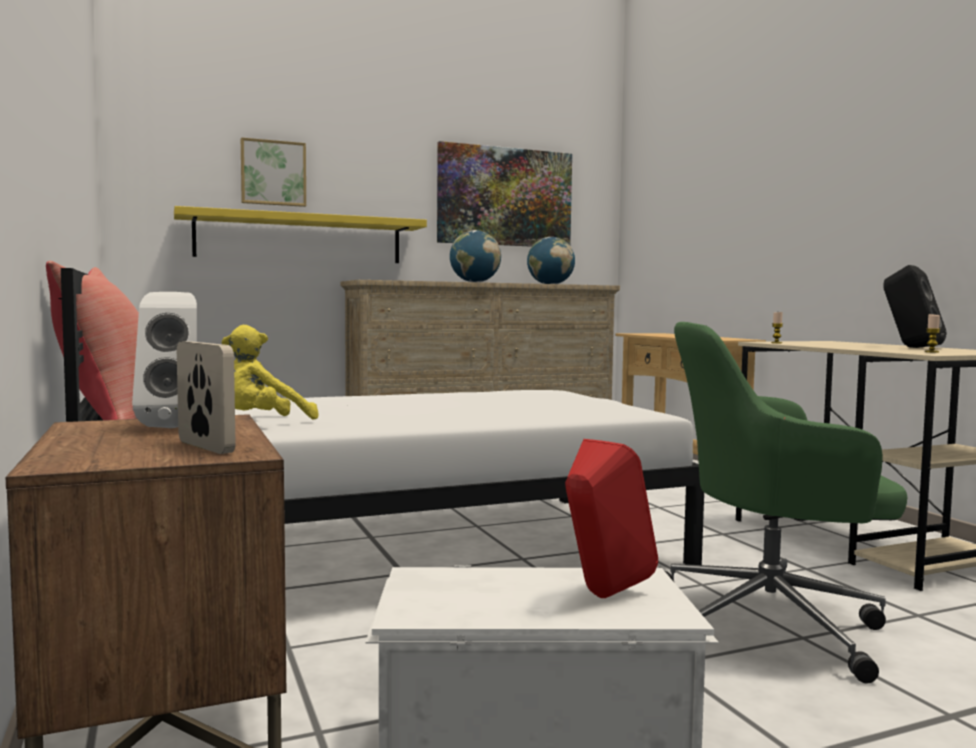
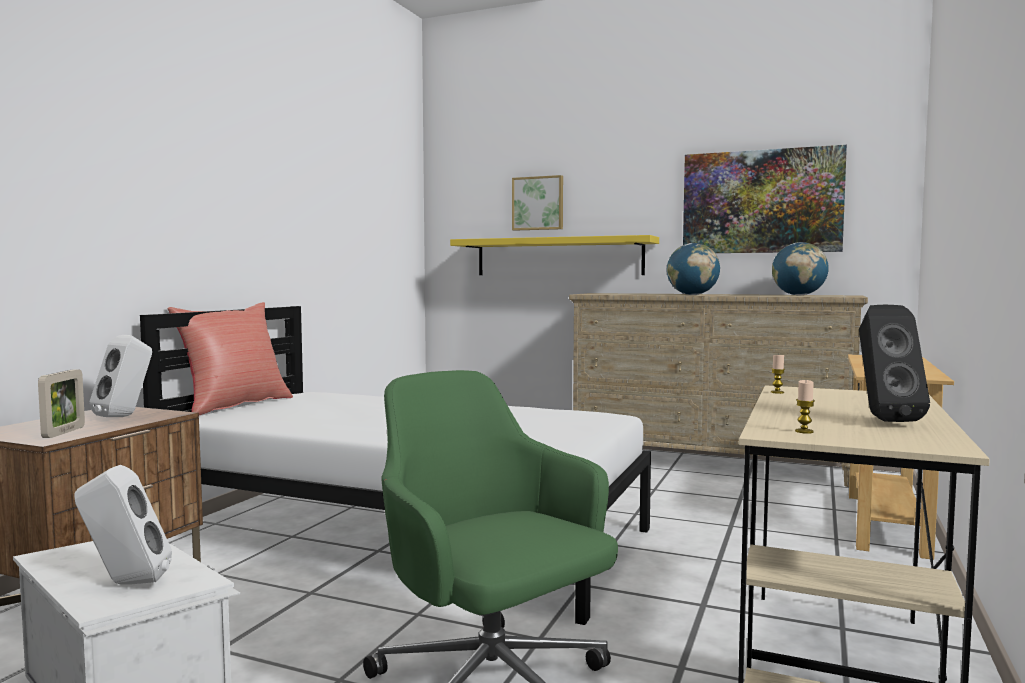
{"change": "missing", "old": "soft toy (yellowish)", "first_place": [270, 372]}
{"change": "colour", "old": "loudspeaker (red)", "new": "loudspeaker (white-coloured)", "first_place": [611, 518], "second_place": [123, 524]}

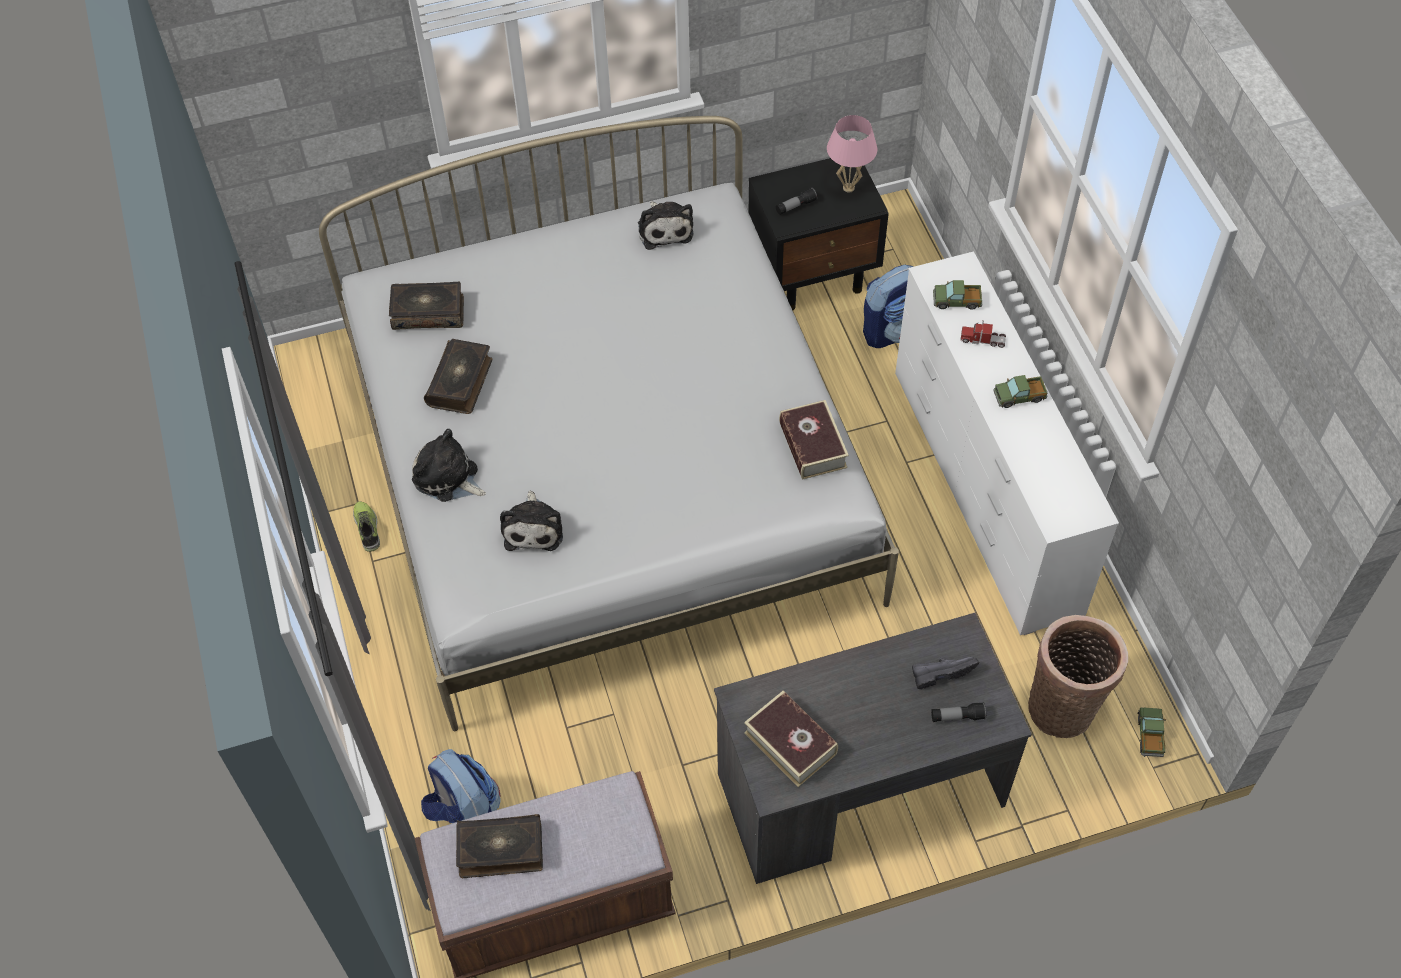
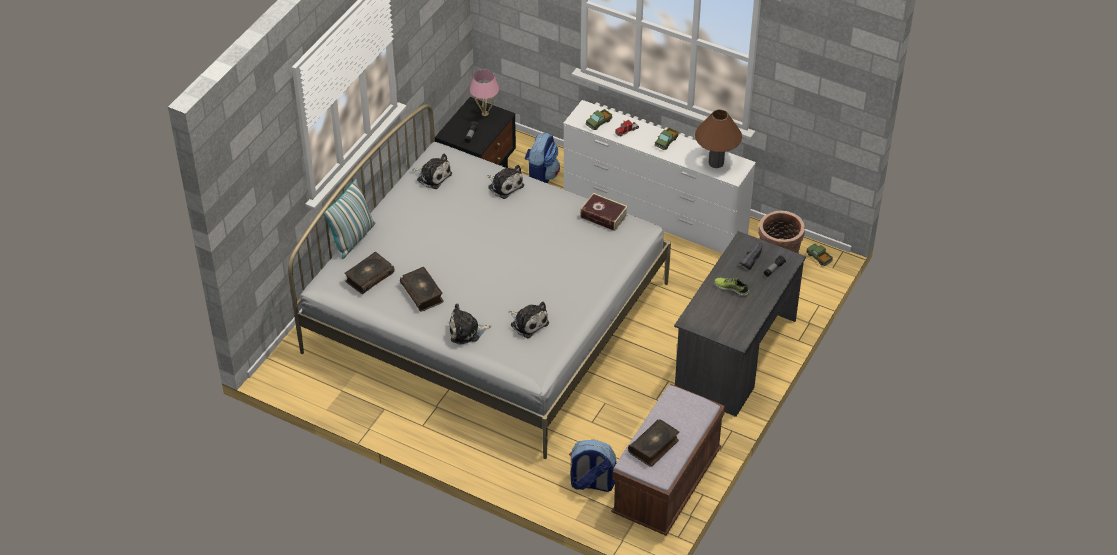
{"change": "relocated", "old": "shoe", "first_place": [366, 526], "second_place": [732, 287]}
{"change": "missing", "old": "bound book", "first_place": [791, 739]}
{"change": "appeared", "new": "table lamp (brown)", "second_place": [718, 139]}
{"change": "appeared", "new": "soft toy", "second_place": [505, 182]}
{"change": "appeared", "new": "throw pillow", "second_place": [349, 219]}

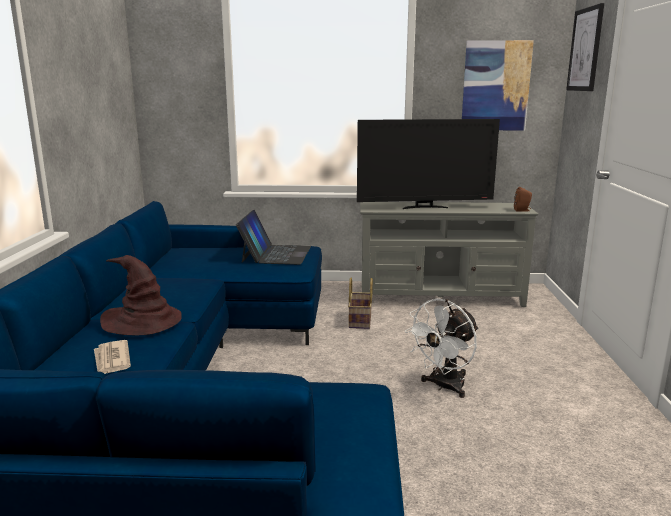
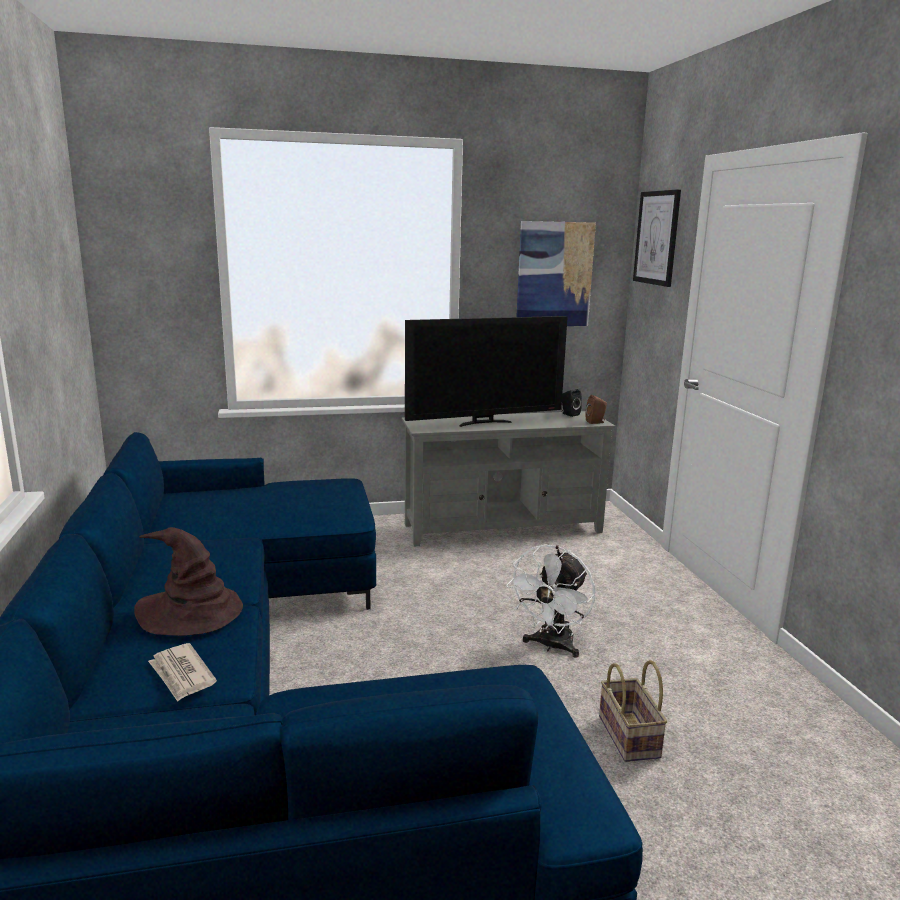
{"change": "missing", "old": "portable computer", "first_place": [273, 237]}
{"change": "relocated", "old": "household basket", "first_place": [360, 303], "second_place": [633, 711]}
{"change": "appeared", "new": "loudspeaker (black)", "second_place": [572, 403]}

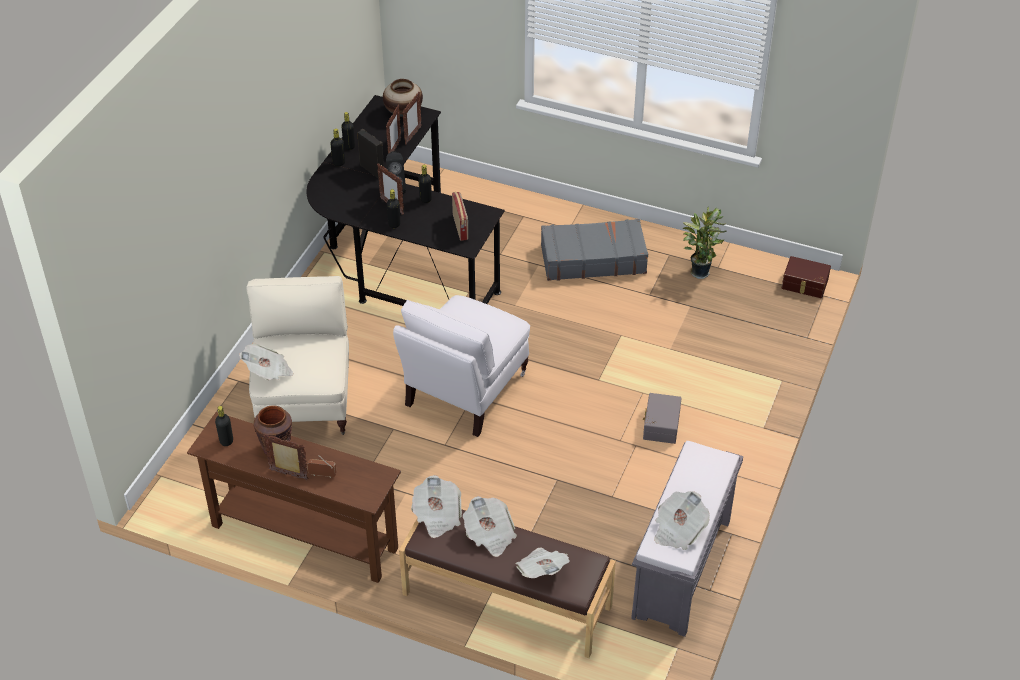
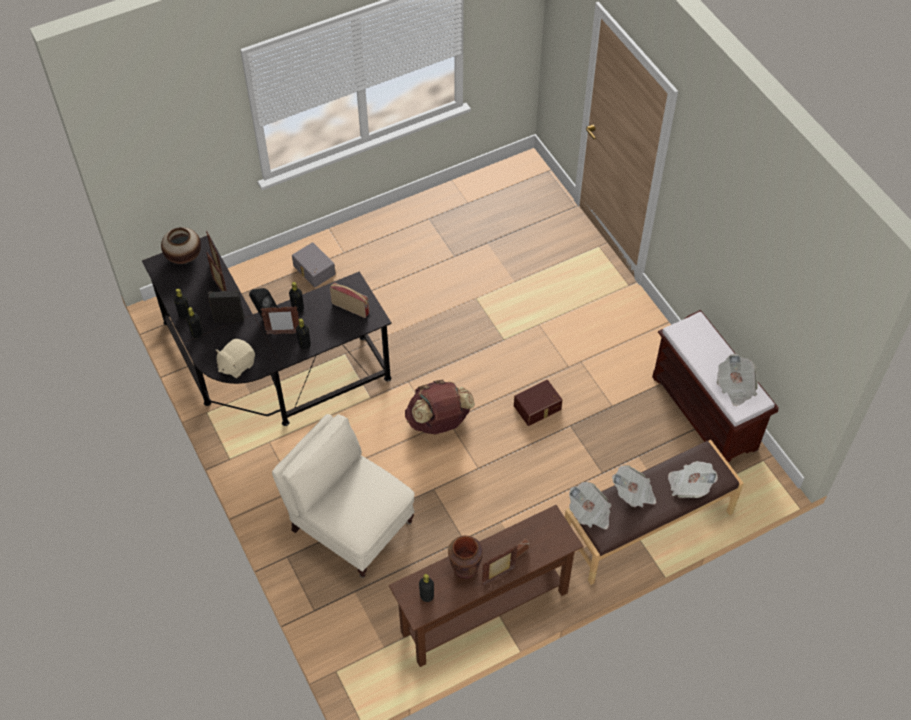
{"change": "missing", "old": "plant in a pot", "first_place": [704, 243]}
{"change": "missing", "old": "travel case (greyish)", "first_place": [594, 250]}
{"change": "relocated", "old": "storage box (brown)", "first_place": [806, 277], "second_place": [538, 403]}
{"change": "exchanged", "old": "lounge chair (white-coloured)", "new": "rucksack (brown)", "first_place": [461, 366], "second_place": [440, 407]}
{"change": "missing", "old": "daily paper", "first_place": [266, 362]}
{"change": "relocated", "old": "storage box (greyish)", "first_place": [662, 418], "second_place": [314, 264]}
{"change": "colour", "old": "indoor bench (greyish)", "new": "indoor bench (brown)", "first_place": [687, 539], "second_place": [715, 386]}
{"change": "appeared", "new": "soft toy (beige)", "second_place": [235, 358]}

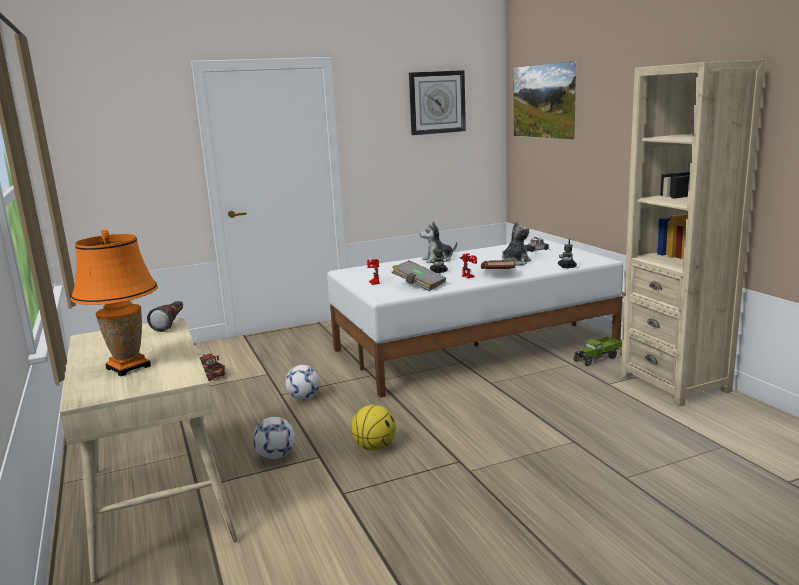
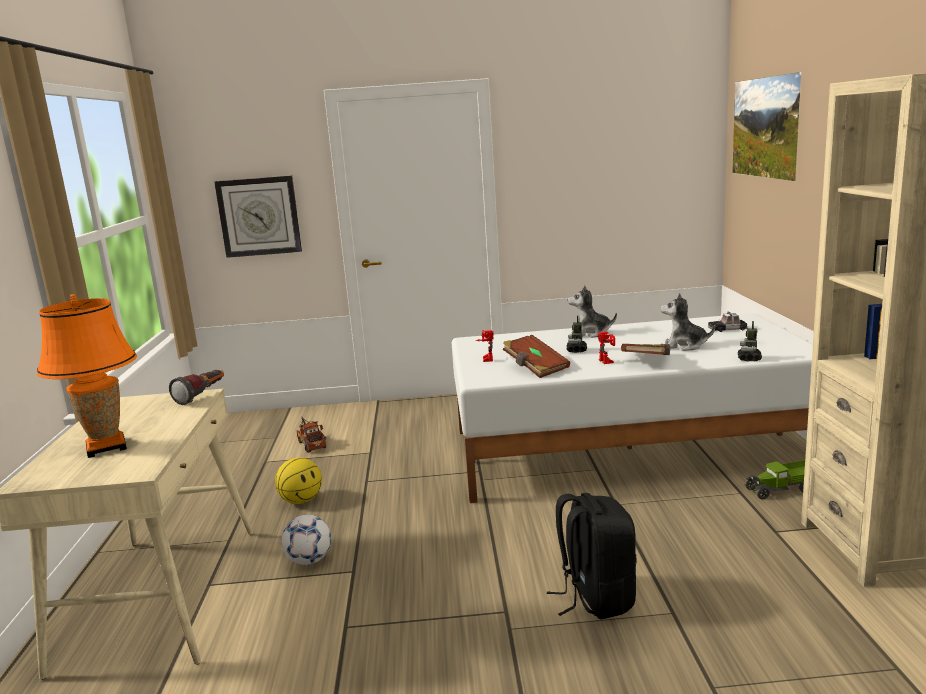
{"change": "relocated", "old": "wall clock", "first_place": [437, 102], "second_place": [258, 217]}
{"change": "spun", "old": "soft toy", "first_place": [516, 243], "second_place": [687, 322], "degrees": -135}
{"change": "colour", "old": "bound book (greyish)", "new": "bound book (brown)", "first_place": [418, 275], "second_place": [536, 356]}
{"change": "missing", "old": "football", "first_place": [302, 382]}
{"change": "relocated", "old": "ball for basketball", "first_place": [373, 428], "second_place": [298, 480]}
{"change": "appeared", "new": "rucksack (black)", "second_place": [591, 556]}

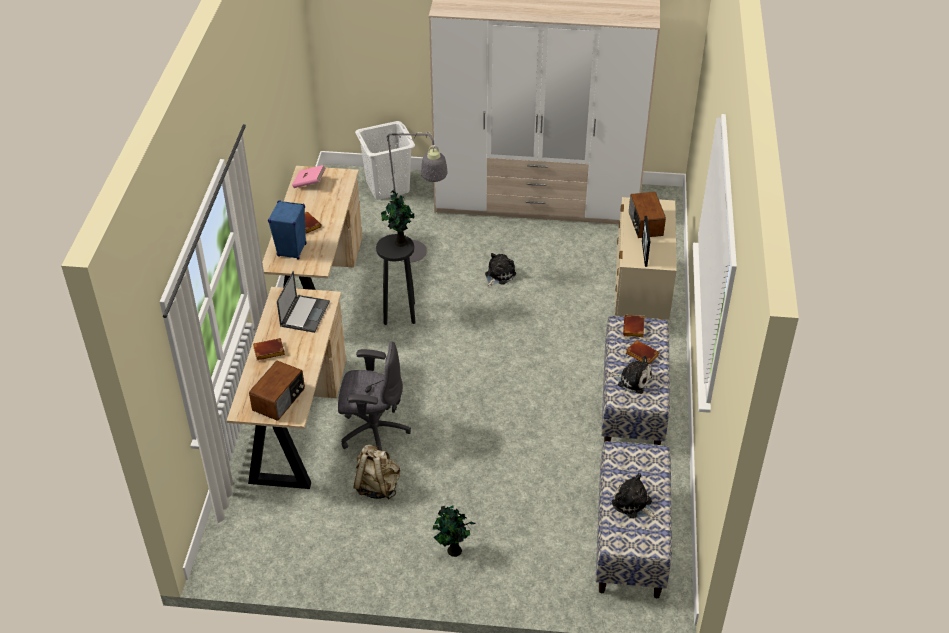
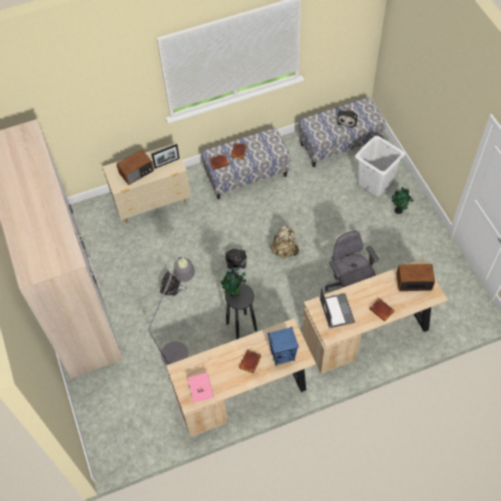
{"change": "relocated", "old": "washing basket (white-coloured)", "first_place": [385, 160], "second_place": [380, 166]}
{"change": "spun", "old": "portable computer", "first_place": [303, 302], "second_place": [337, 308], "degrees": 90}
{"change": "relocated", "old": "soft toy", "first_place": [630, 375], "second_place": [236, 262]}
{"change": "relocated", "old": "rucksack (beige)", "first_place": [376, 472], "second_place": [285, 241]}

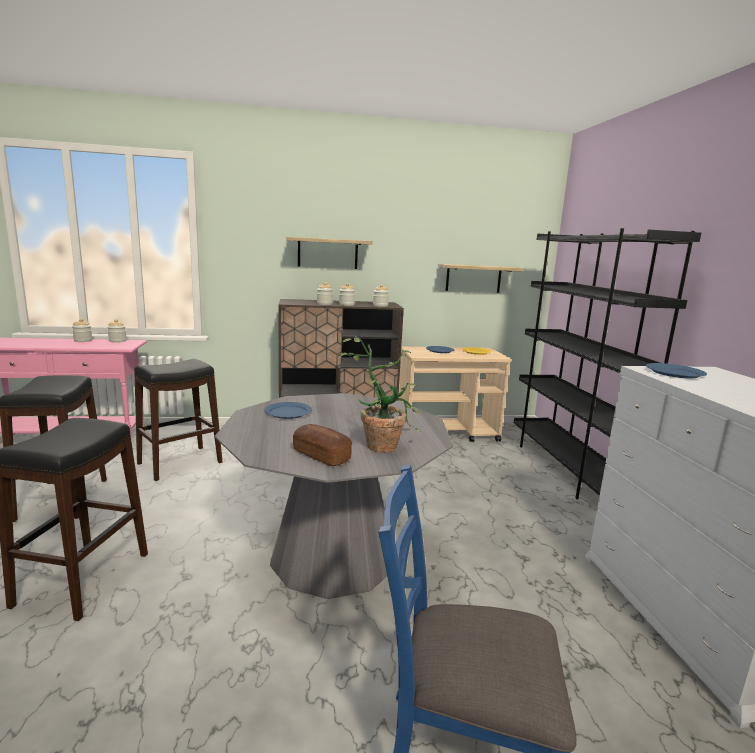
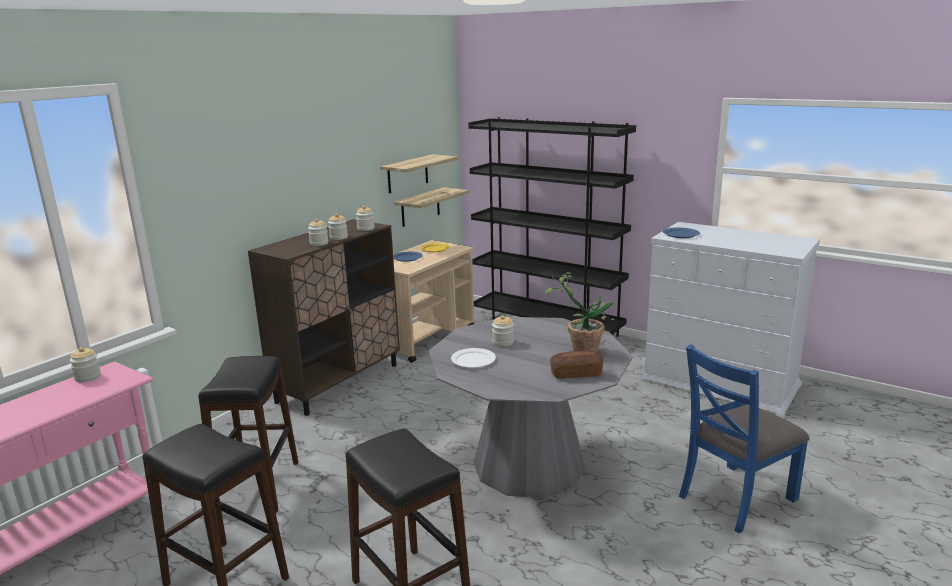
{"change": "relocated", "old": "bracket shelf", "first_place": [329, 253], "second_place": [431, 207]}
{"change": "relocated", "old": "jar", "first_place": [82, 330], "second_place": [503, 331]}
{"change": "colour", "old": "plate (blue)", "new": "plate (white-coloured)", "first_place": [288, 410], "second_place": [473, 358]}

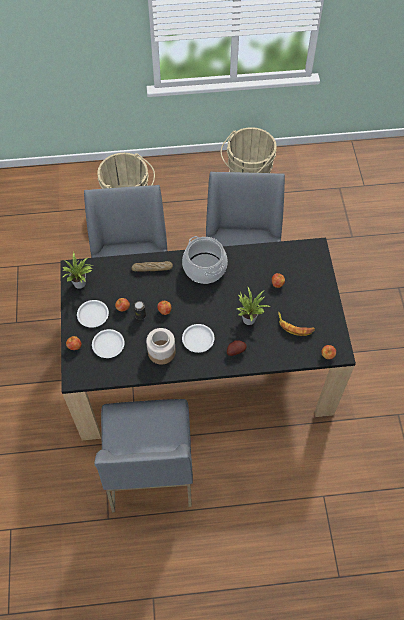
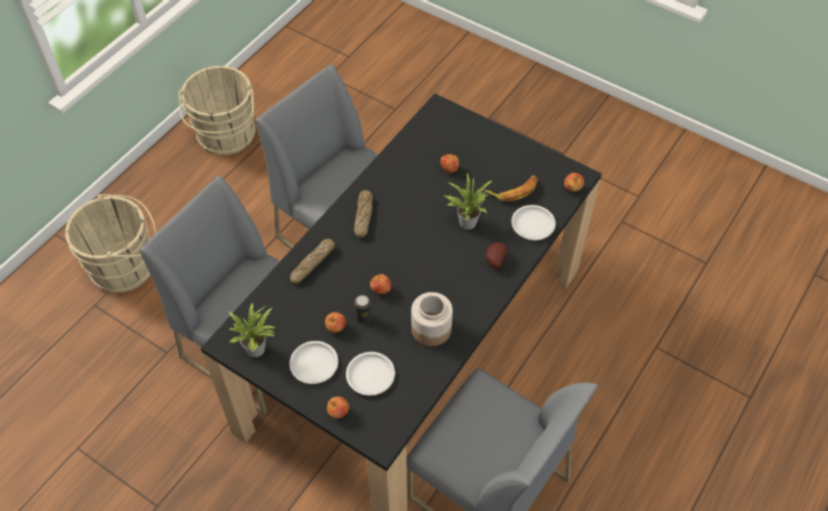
{"change": "exchanged", "old": "cooking pot", "new": "bread", "first_place": [205, 260], "second_place": [363, 214]}
{"change": "relocated", "old": "plate (white-coloured)", "first_place": [198, 338], "second_place": [533, 222]}

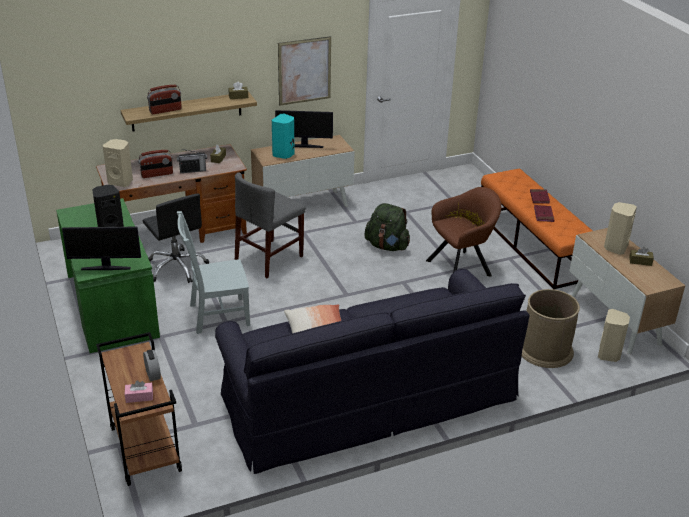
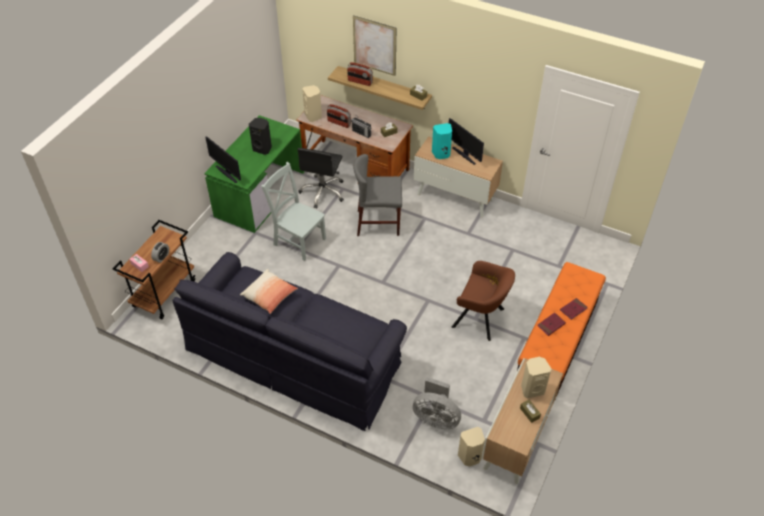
{"change": "relocated", "old": "wall art", "first_place": [304, 71], "second_place": [374, 45]}
{"change": "missing", "old": "rucksack (green-coloured)", "first_place": [387, 227]}
{"change": "exchanged", "old": "rubbish bin (brown)", "new": "electric fan (greyish)", "first_place": [551, 328], "second_place": [437, 403]}

